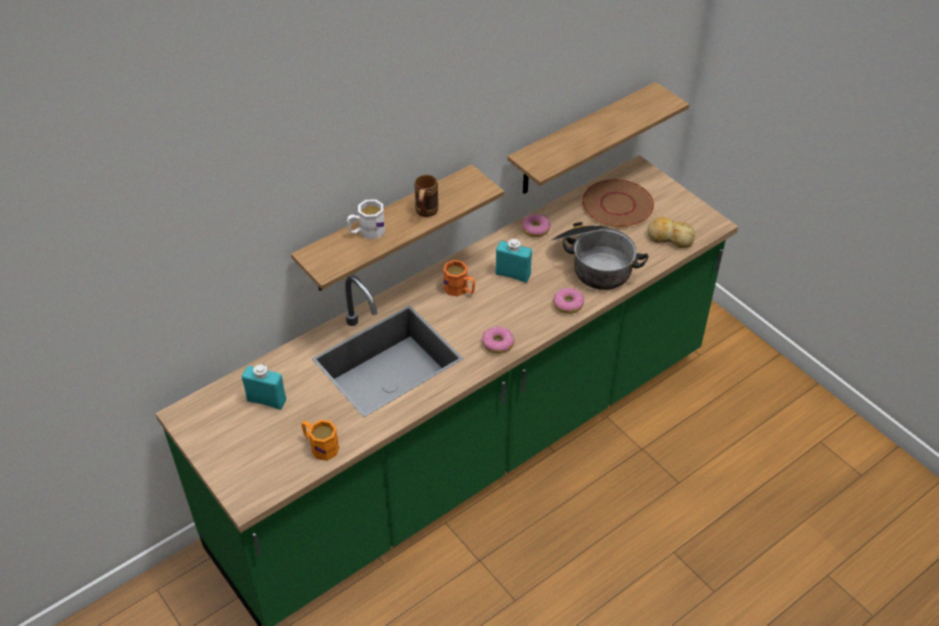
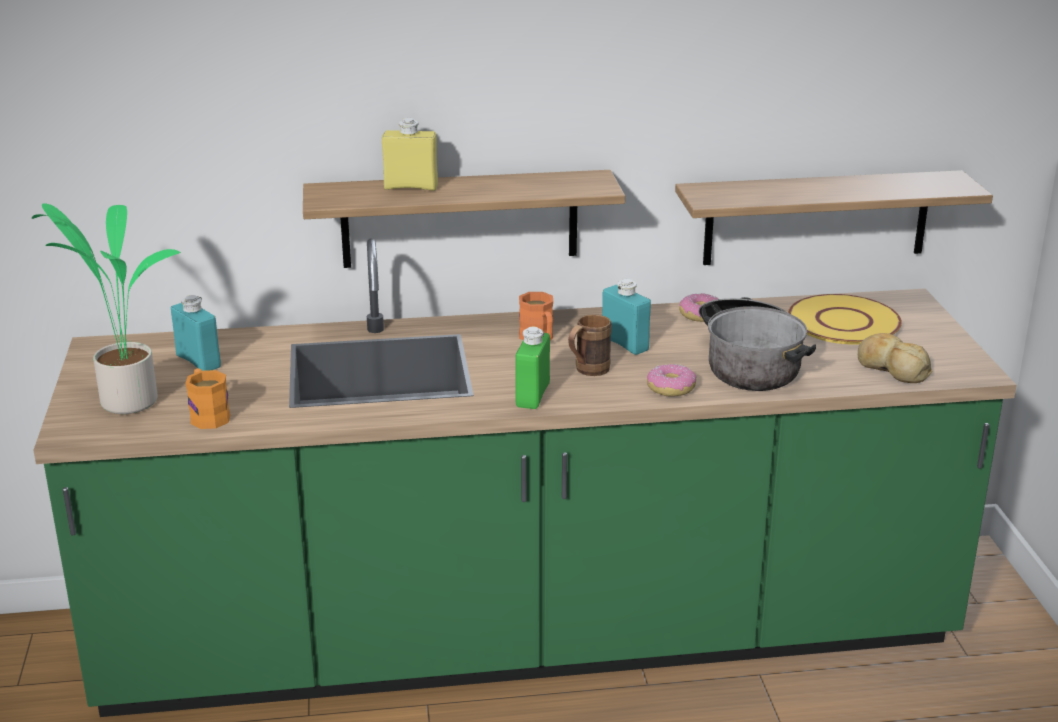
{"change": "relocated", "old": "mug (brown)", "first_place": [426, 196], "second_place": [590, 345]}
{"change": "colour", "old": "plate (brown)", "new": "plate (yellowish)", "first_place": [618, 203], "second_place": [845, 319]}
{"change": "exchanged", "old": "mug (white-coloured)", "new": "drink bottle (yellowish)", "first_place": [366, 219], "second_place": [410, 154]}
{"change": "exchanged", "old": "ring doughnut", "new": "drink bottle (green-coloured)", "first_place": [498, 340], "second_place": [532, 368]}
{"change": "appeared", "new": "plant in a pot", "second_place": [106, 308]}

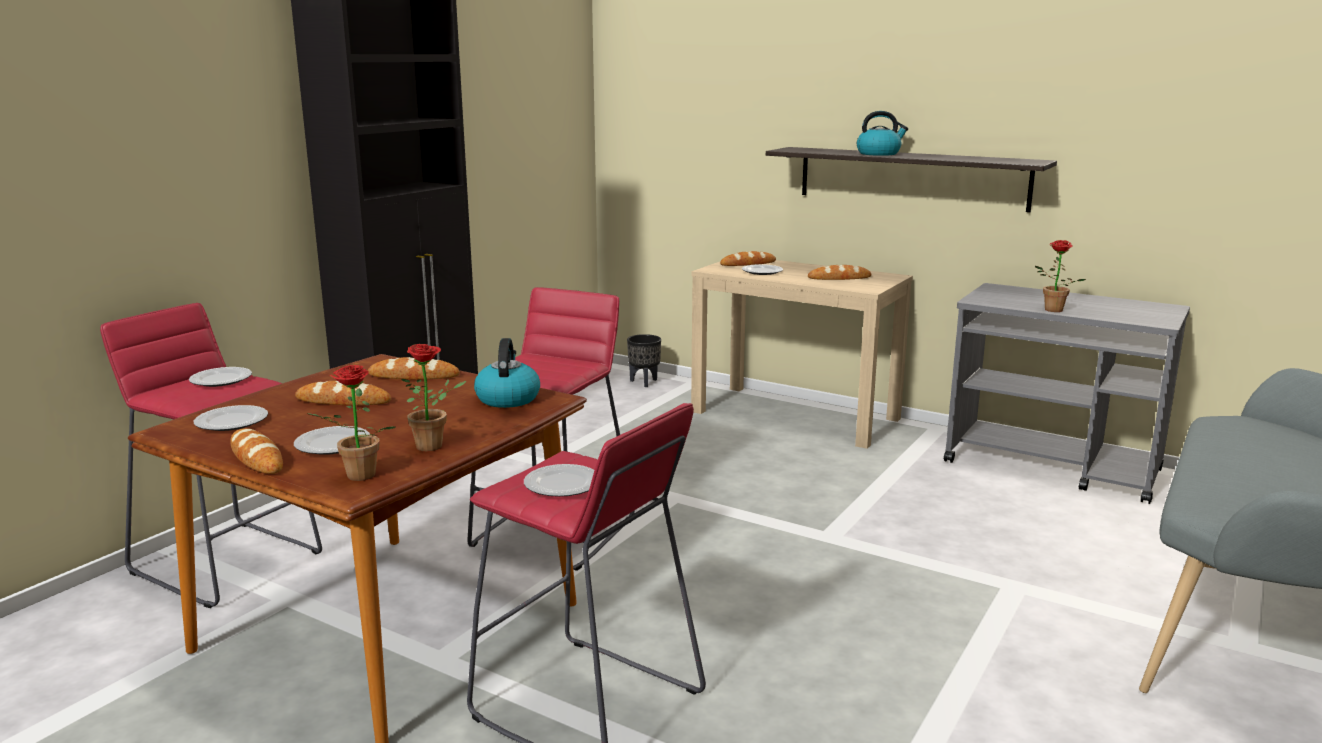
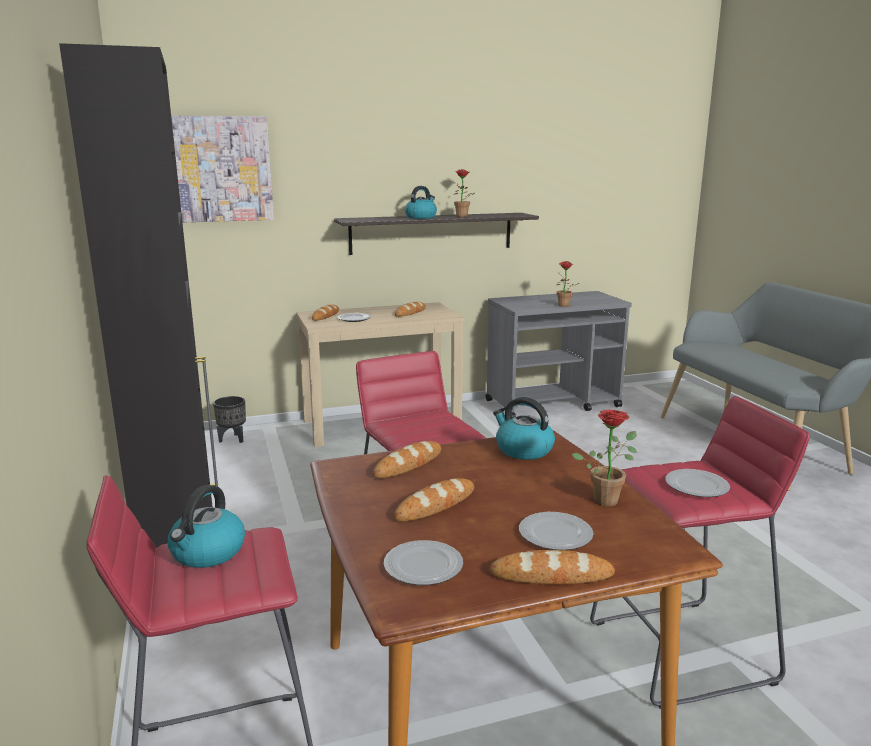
{"change": "relocated", "old": "plant in a pot", "first_place": [351, 423], "second_place": [464, 193]}
{"change": "exchanged", "old": "plate", "new": "kettle", "first_place": [220, 377], "second_place": [206, 526]}
{"change": "appeared", "new": "wall art", "second_place": [222, 169]}

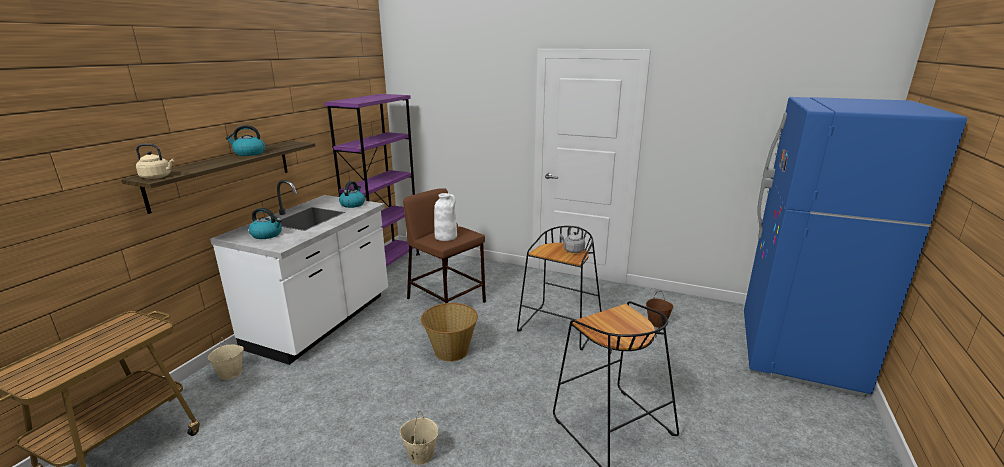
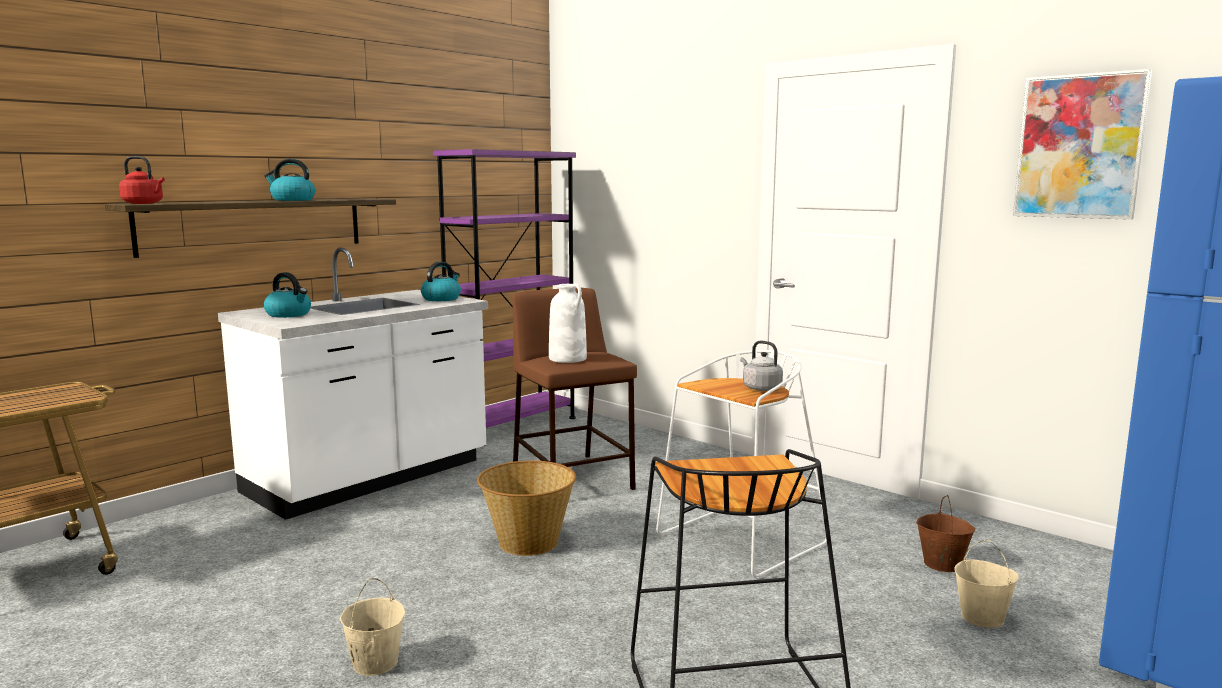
{"change": "colour", "old": "kettle (beige)", "new": "kettle (red)", "first_place": [155, 161], "second_place": [142, 180]}
{"change": "colour", "old": "stool seat (black)", "new": "stool seat (white-coloured)", "first_place": [559, 288], "second_place": [741, 464]}
{"change": "relocated", "old": "bucket (beige)", "first_place": [226, 358], "second_place": [986, 584]}
{"change": "appeared", "new": "wall art", "second_place": [1082, 144]}

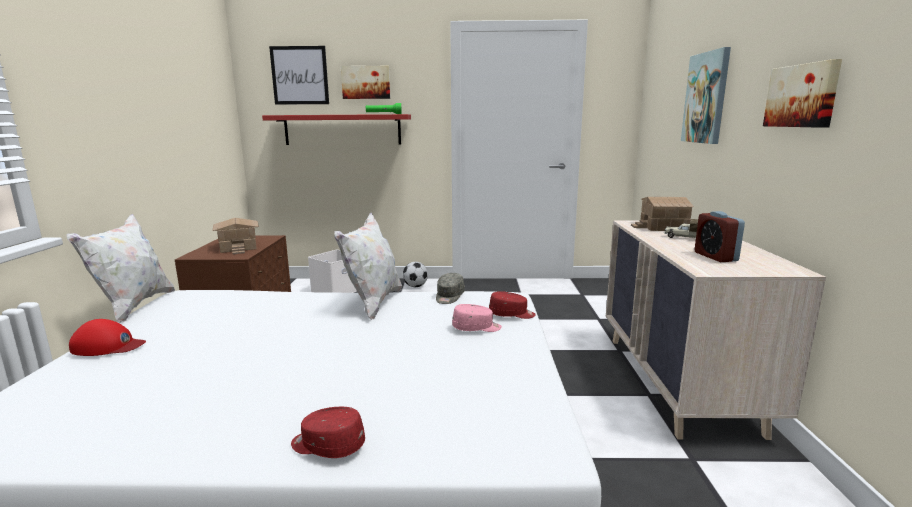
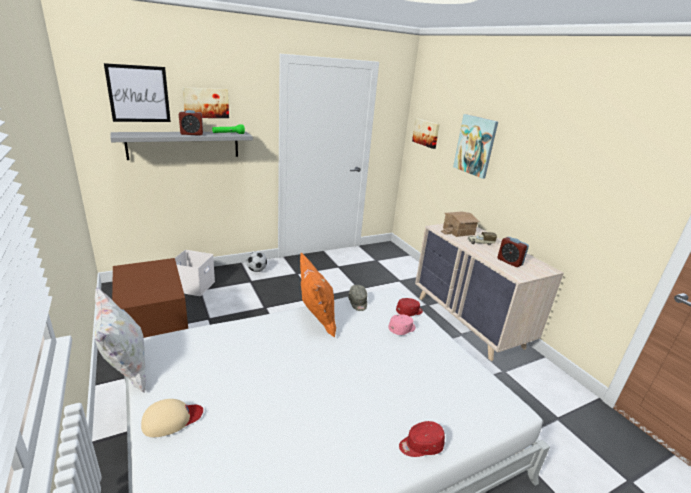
{"change": "relocated", "old": "wall art", "first_place": [802, 93], "second_place": [426, 133]}
{"change": "colour", "old": "bracket shelf (red)", "new": "bracket shelf (greyish)", "first_place": [336, 129], "second_place": [181, 146]}
{"change": "colour", "old": "throw pillow (white-coloured)", "new": "throw pillow (orange-coloured)", "first_place": [368, 266], "second_place": [318, 295]}
{"change": "missing", "old": "model house", "first_place": [235, 236]}
{"change": "colour", "old": "baseball cap (red)", "new": "baseball cap (beige)", "first_place": [107, 337], "second_place": [172, 418]}
{"change": "appeared", "new": "alarm clock", "second_place": [191, 122]}

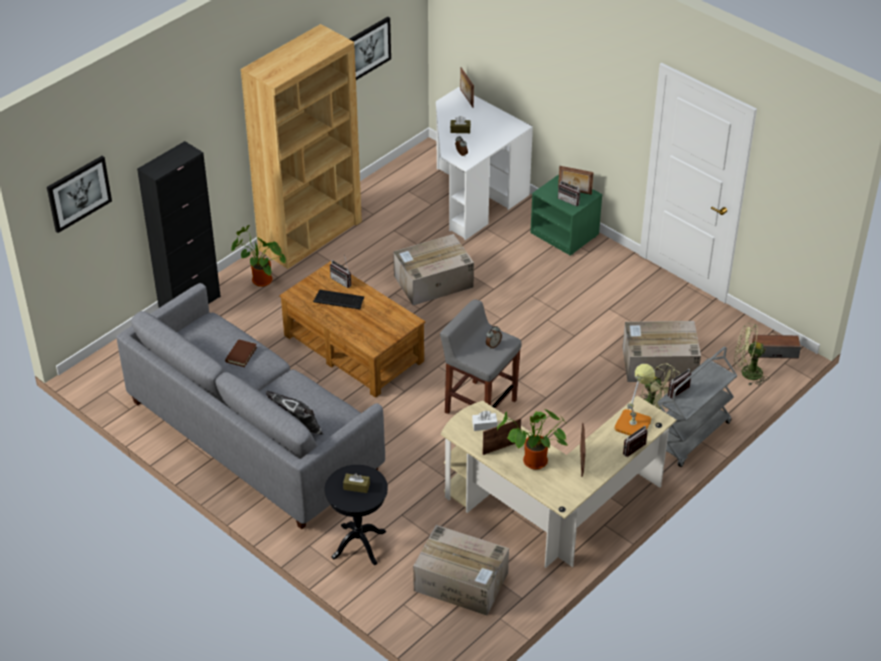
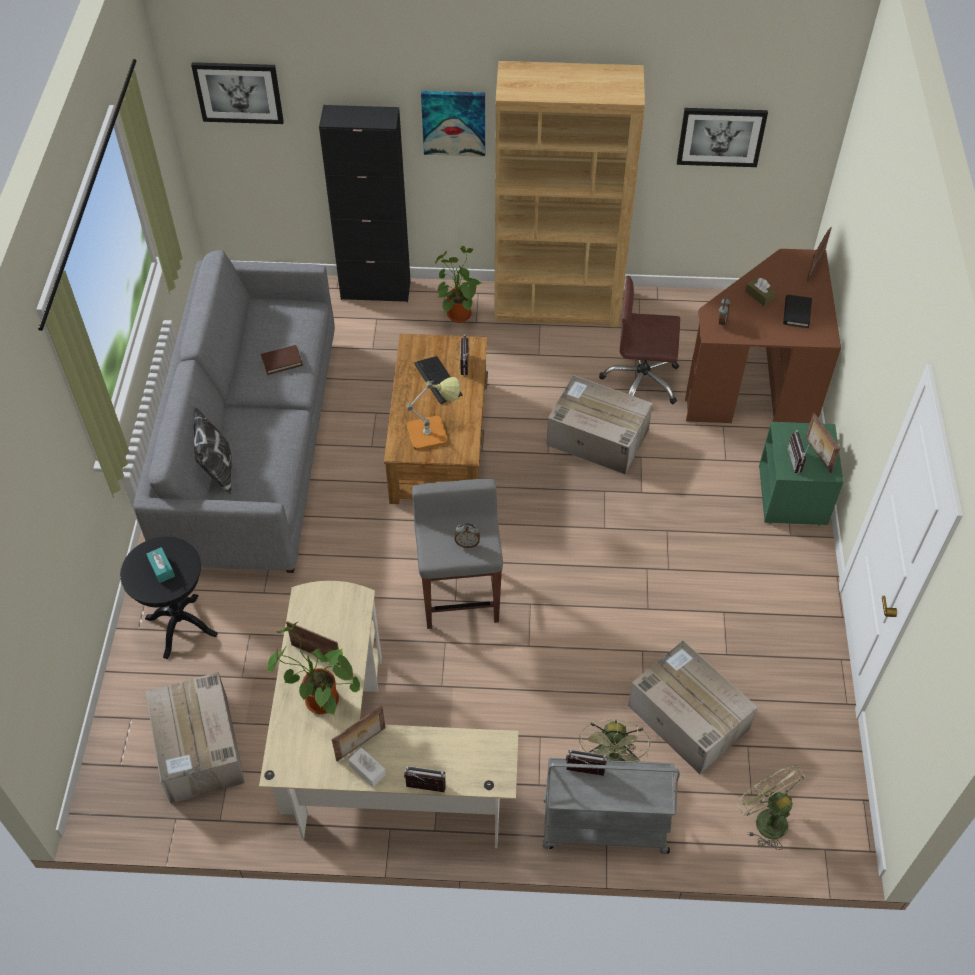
{"change": "colour", "old": "desk (white-coloured)", "new": "desk (brown)", "first_place": [484, 163], "second_place": [763, 336]}
{"change": "missing", "old": "loudspeaker", "first_place": [776, 346]}
{"change": "relocated", "old": "table lamp", "first_place": [635, 400], "second_place": [433, 413]}
{"change": "relocated", "old": "tissue holder (white-coloured)", "first_place": [485, 421], "second_place": [367, 767]}
{"change": "colour", "old": "tissue holder (brown)", "new": "tissue holder (blue-green)", "first_place": [356, 483], "second_place": [161, 565]}
{"change": "appeared", "new": "wall art", "second_place": [453, 124]}
{"change": "appeared", "new": "office chair (brown)", "second_place": [639, 339]}
{"change": "appeared", "new": "bound book (black)", "second_place": [797, 311]}

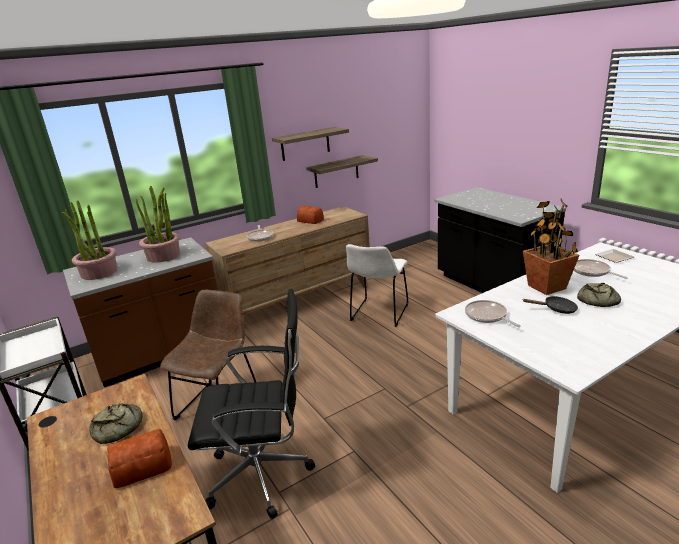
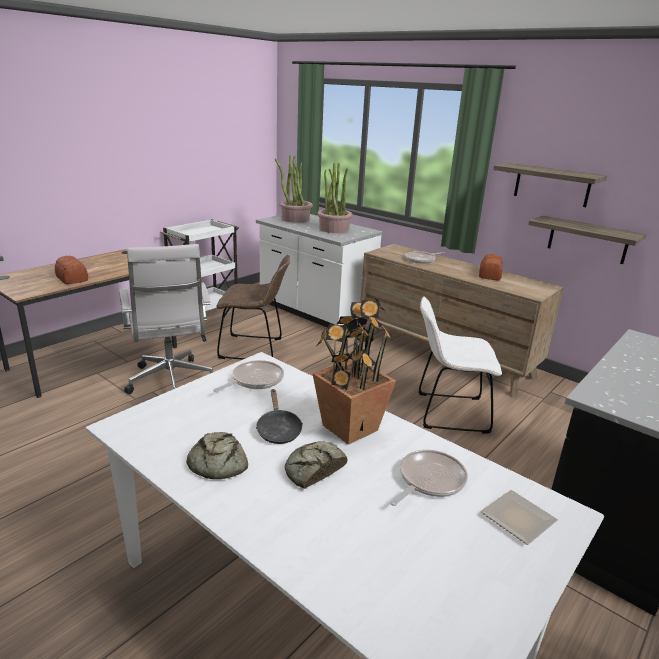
{"change": "colour", "old": "kitchen base unit (brown)", "new": "kitchen base unit (white-coloured)", "first_place": [140, 312], "second_place": [319, 273]}
{"change": "colour", "old": "office chair (black)", "new": "office chair (white-coloured)", "first_place": [251, 404], "second_place": [166, 319]}
{"change": "relocated", "old": "bread", "first_place": [116, 423], "second_place": [217, 455]}

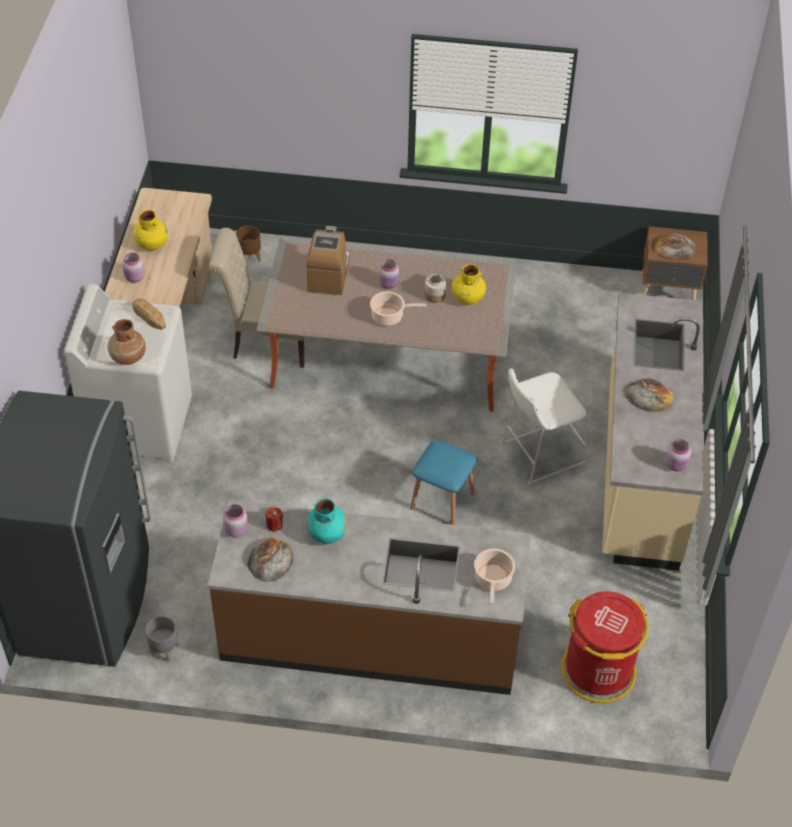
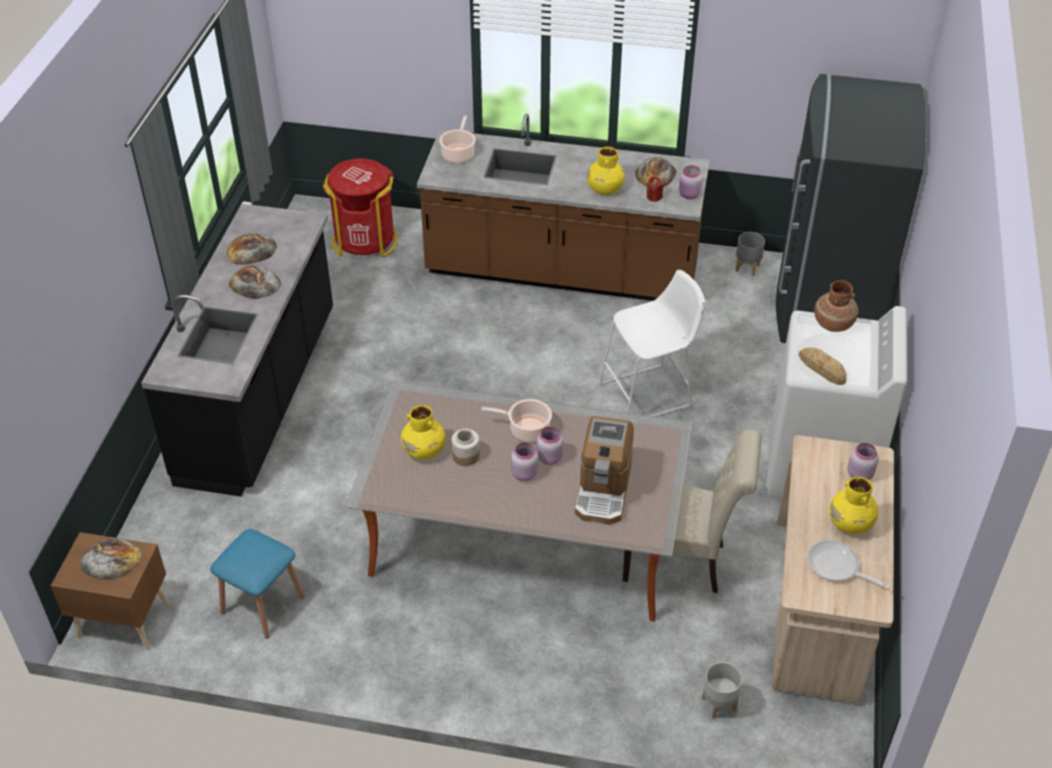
{"change": "colour", "old": "plant pot (brown)", "new": "plant pot (greyish)", "first_place": [248, 245], "second_place": [722, 690]}
{"change": "colour", "old": "kitchen base unit (beige)", "new": "kitchen base unit (black)", "first_place": [652, 432], "second_place": [237, 350]}
{"change": "relocated", "old": "stool seat (white-coloured)", "first_place": [544, 426], "second_place": [651, 342]}
{"change": "relocated", "old": "jar (pink)", "first_place": [678, 455], "second_place": [550, 446]}
{"change": "relocated", "old": "stool seat (blue)", "first_place": [443, 482], "second_place": [257, 583]}
{"change": "colour", "old": "decorative vase (blue-green)", "new": "decorative vase (yellowish)", "first_place": [327, 521], "second_place": [605, 171]}
{"change": "appeared", "new": "bread", "second_place": [252, 248]}
{"change": "appeared", "new": "frying pan", "second_place": [848, 564]}

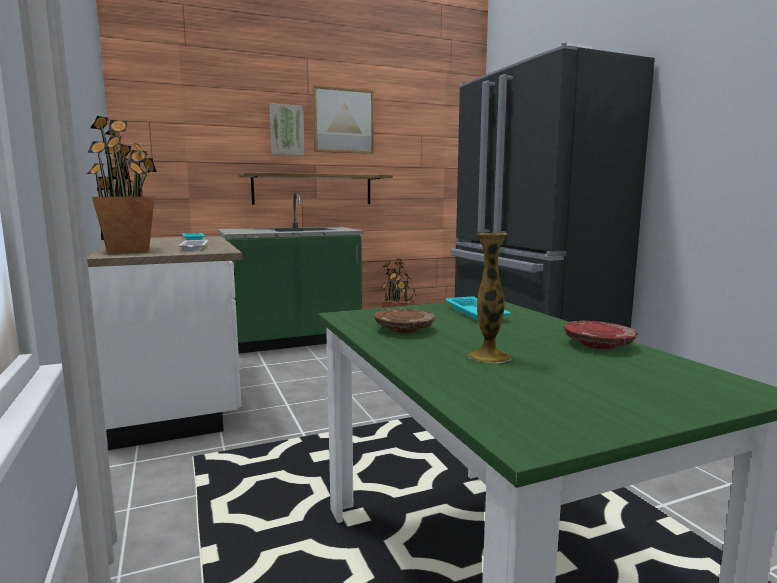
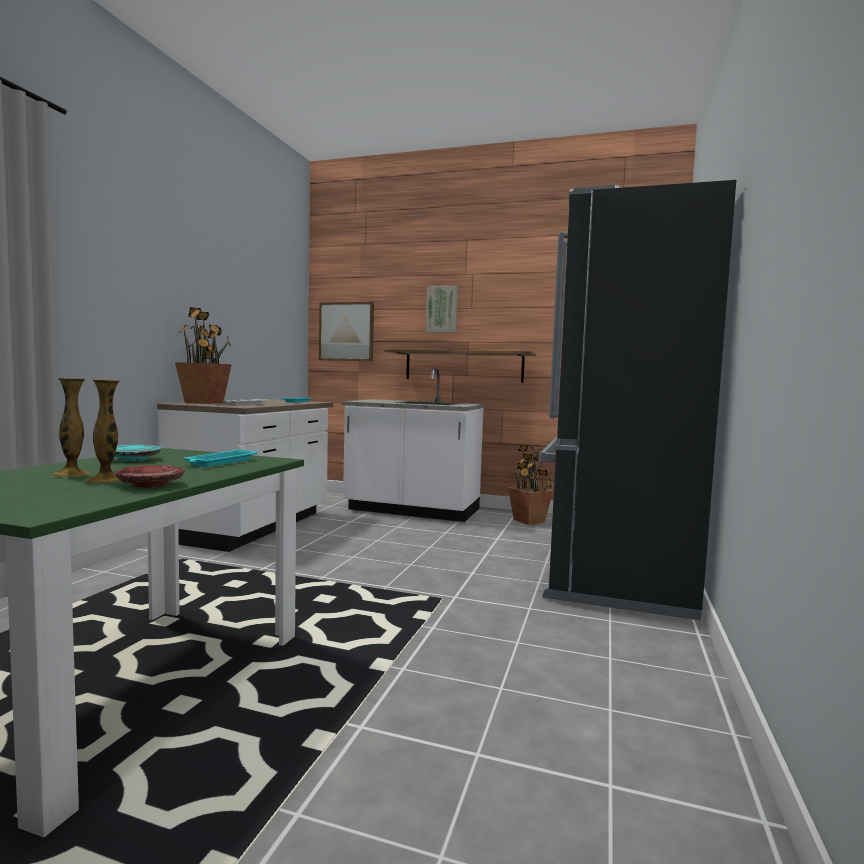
{"change": "relocated", "old": "wall art", "first_place": [343, 120], "second_place": [346, 331]}
{"change": "colour", "old": "kitchen base unit (green-coloured)", "new": "kitchen base unit (white-coloured)", "first_place": [290, 272], "second_place": [413, 445]}
{"change": "colour", "old": "plate (brown)", "new": "plate (blue-green)", "first_place": [404, 321], "second_place": [137, 453]}
{"change": "appeared", "new": "decorative vase", "second_place": [102, 431]}

